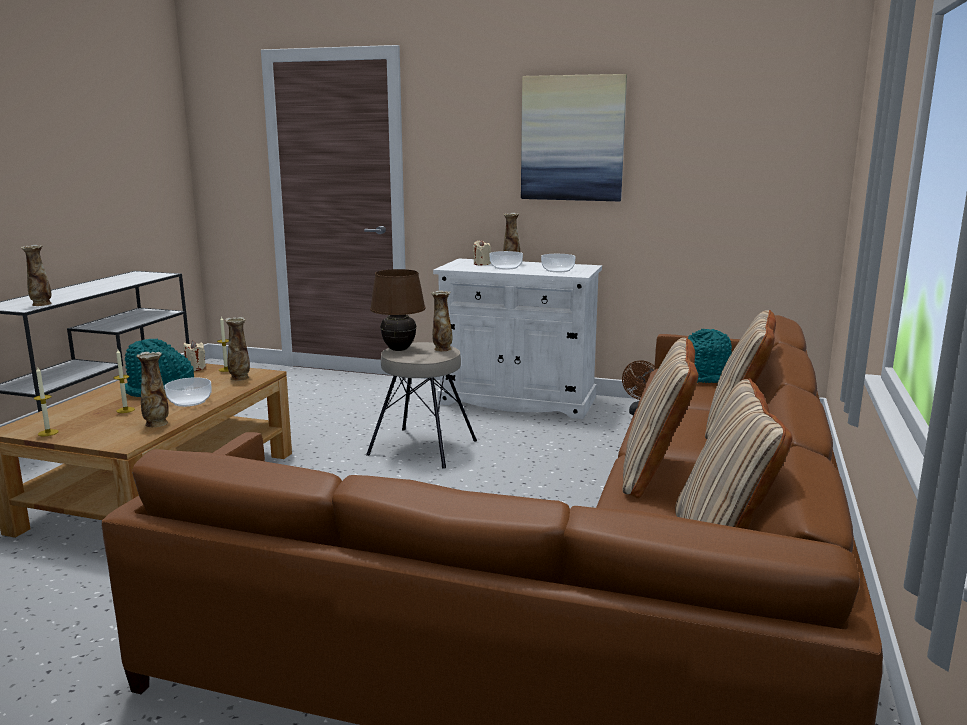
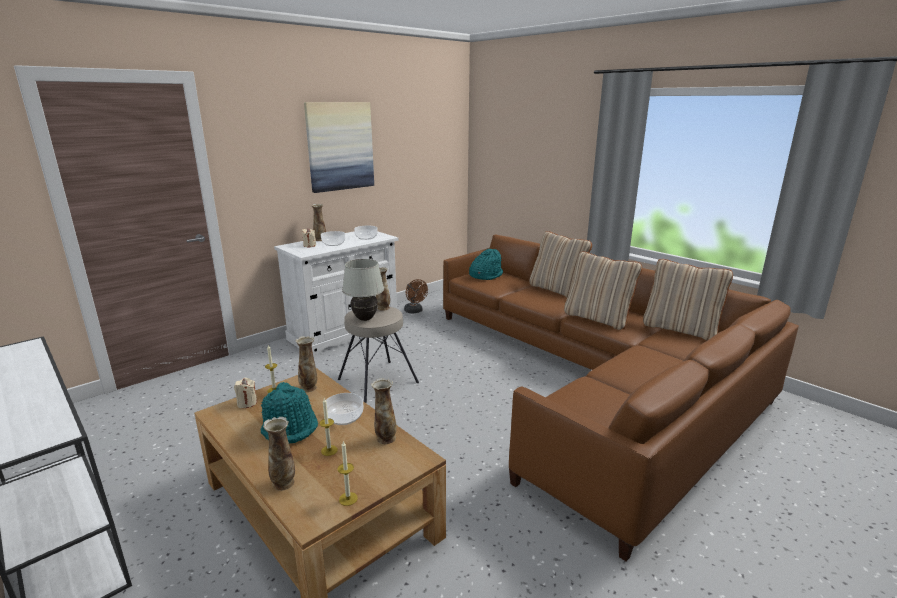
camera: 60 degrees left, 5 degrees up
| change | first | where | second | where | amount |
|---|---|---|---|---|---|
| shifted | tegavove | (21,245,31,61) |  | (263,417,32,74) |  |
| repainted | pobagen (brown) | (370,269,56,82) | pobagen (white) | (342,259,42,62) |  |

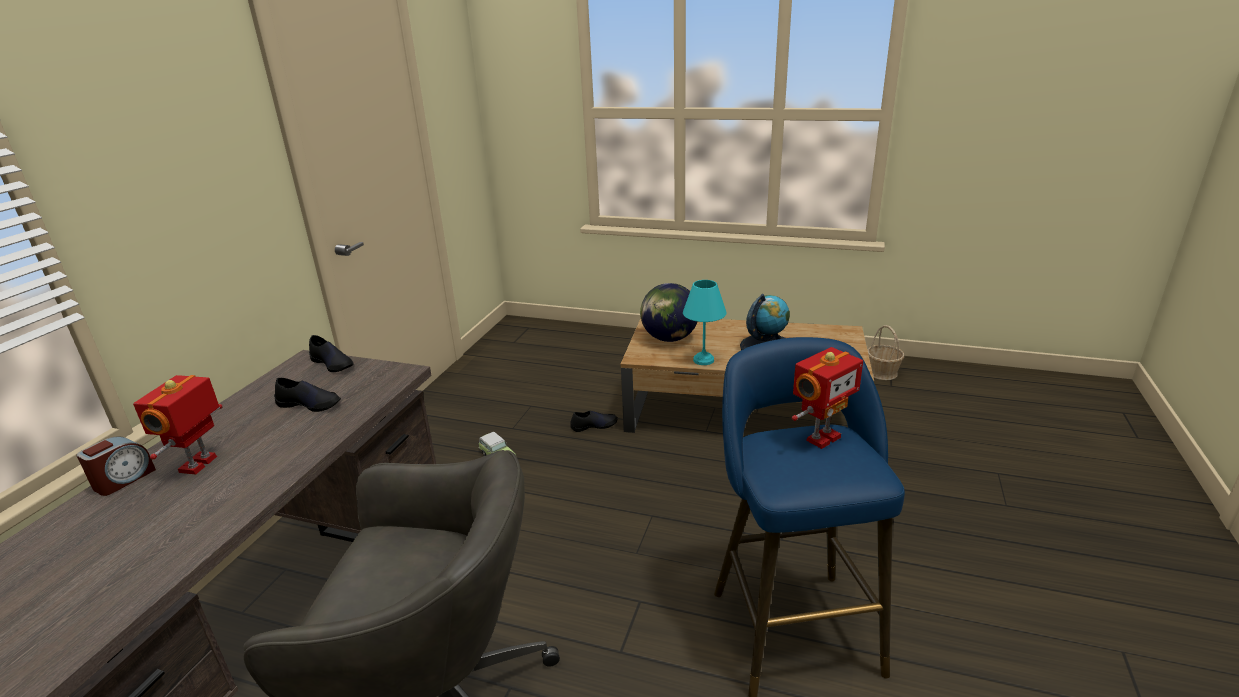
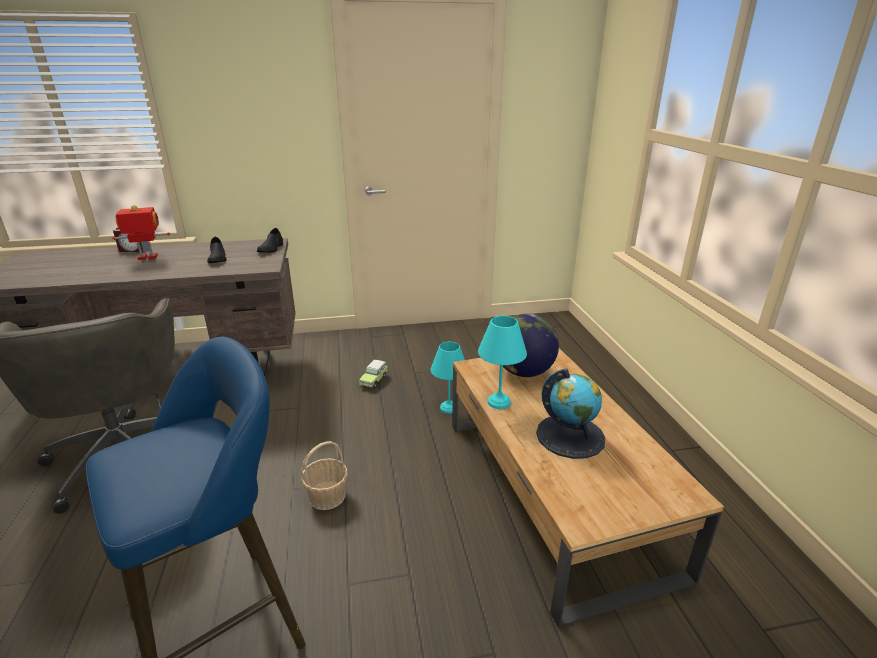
camera: 60 degrees right, 0 degrees up
| change | first | where | second | where | amount |
|---|---|---|---|---|---|
| shifted | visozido | (867,325,37,55) |  | (301,441,47,69) |  |
| swapped | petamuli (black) | (570,411,48,21) | pobagen (turquoise) | (430,342,35,72) |  |
| gone | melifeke | (792,347,71,102) |  |  |  |

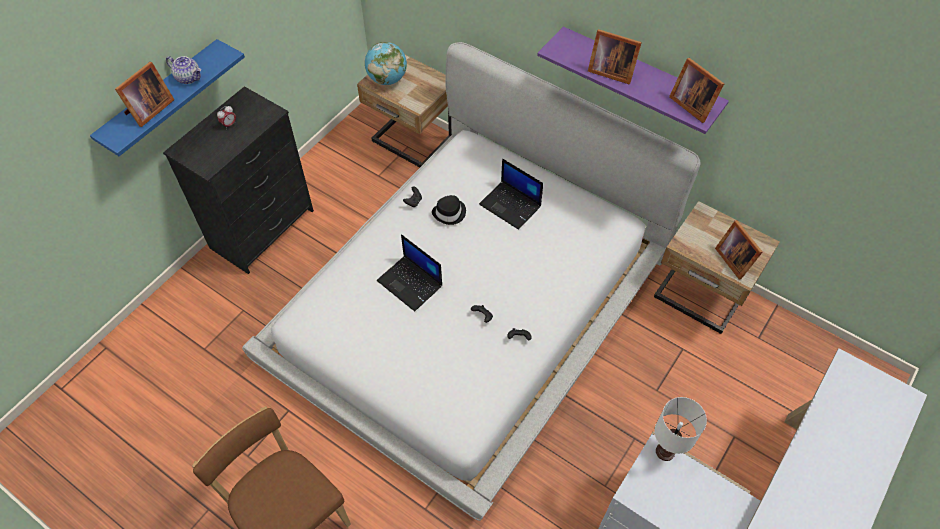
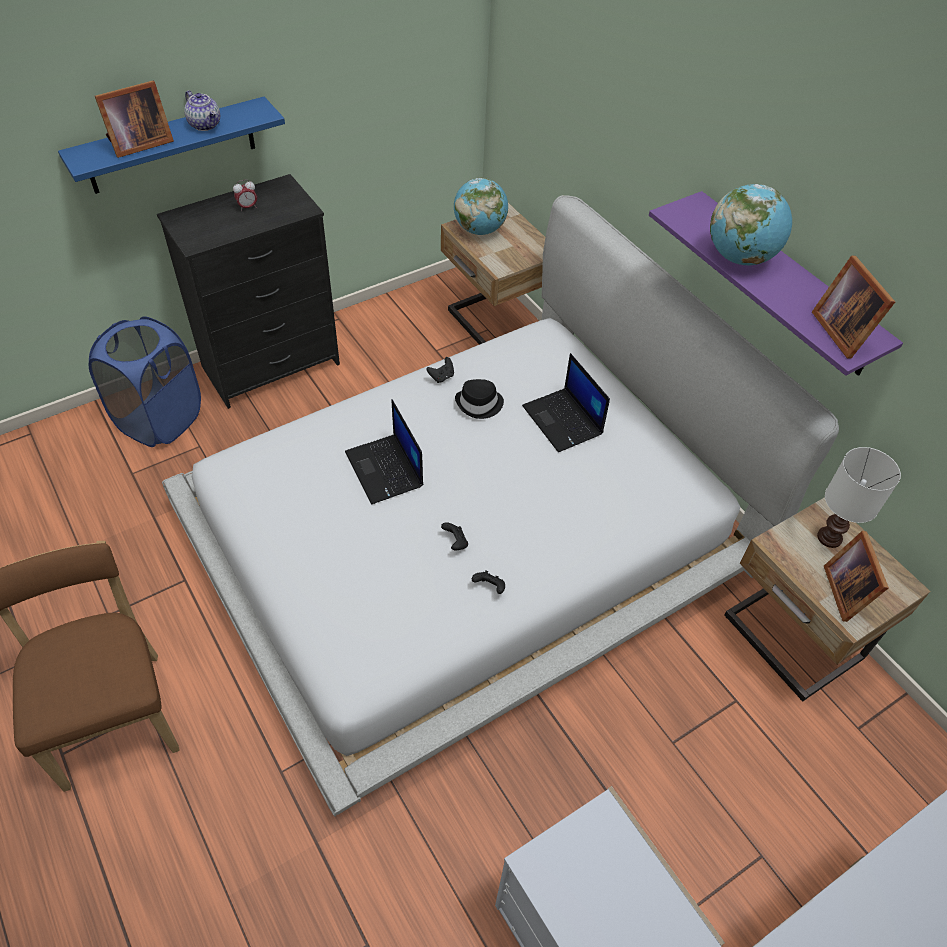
camera: 20 degrees right, 5 degrees down
| change | first | where | second | where | amount |
|---|---|---|---|---|---|
| new |  |  | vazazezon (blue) | (89,316,112,131) |  |
| swapped | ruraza | (588,29,54,55) | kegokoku | (710,184,82,81) |  |
| shifted | pobagen (white) | (654,397,53,64) |  | (817,447,84,101) |  |

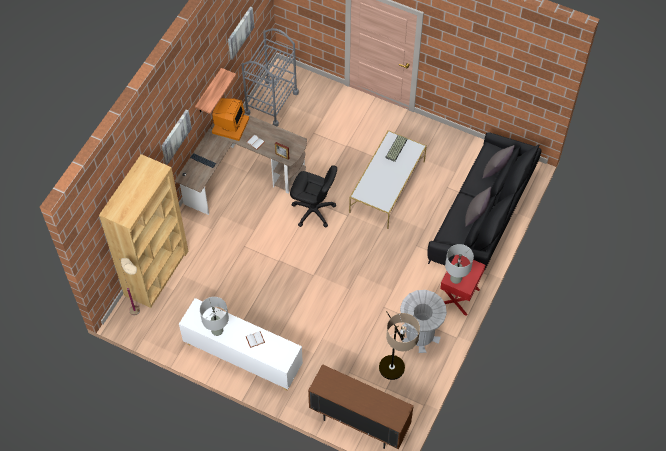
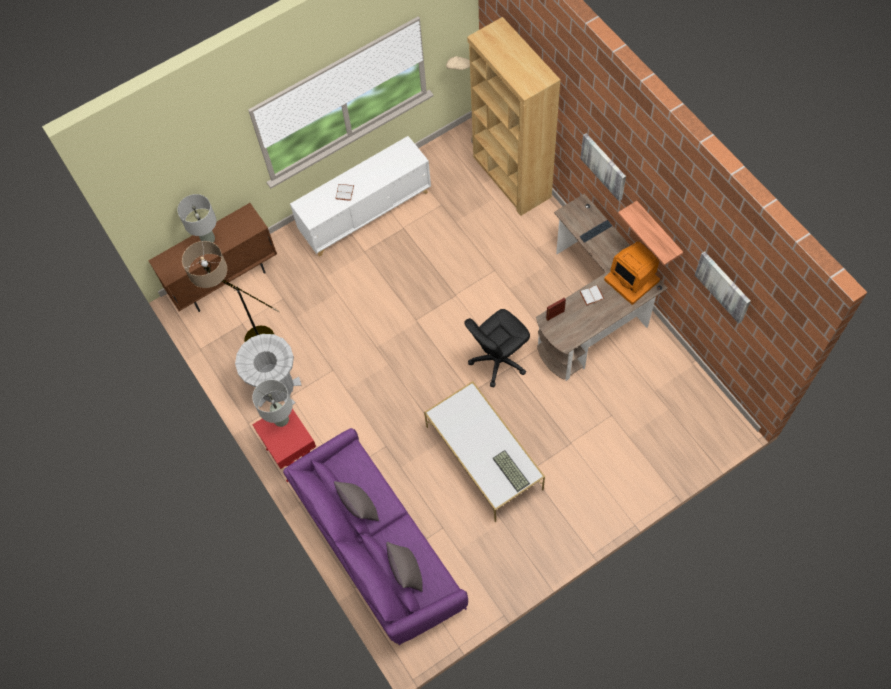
camera: 125 degrees right, 5 degrees up
| change | first | where | second | where | amount |
|---|---|---|---|---|---|
| shifted | pobagen (grey) | (200,297,29,39) |  | (177,194,40,49) |  |
| repainted | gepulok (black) | (427,132,115,139) | gepulok (purple) | (283,428,185,217) |  |
| gone | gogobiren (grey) | (242,28,57,99) |  |  |  |

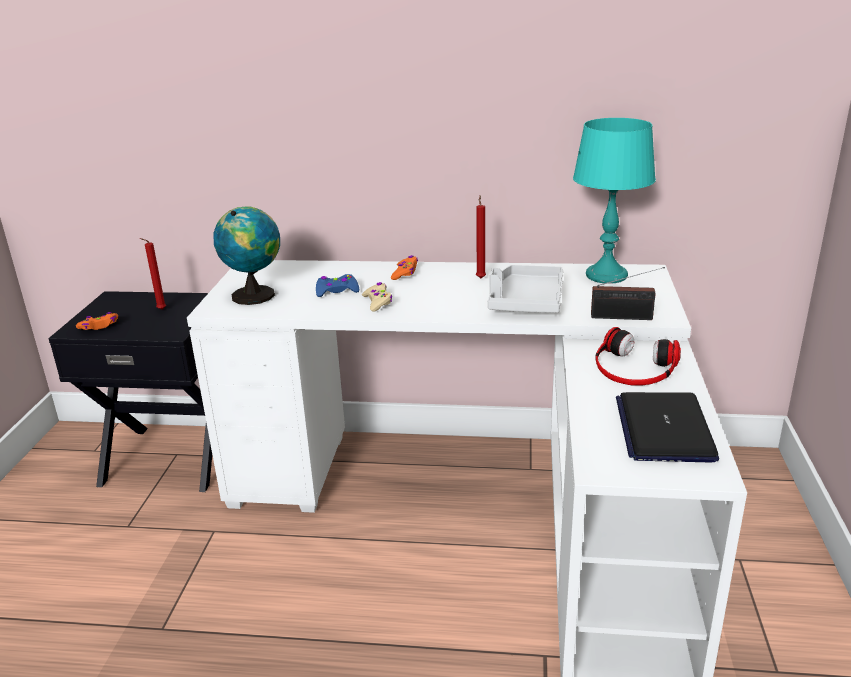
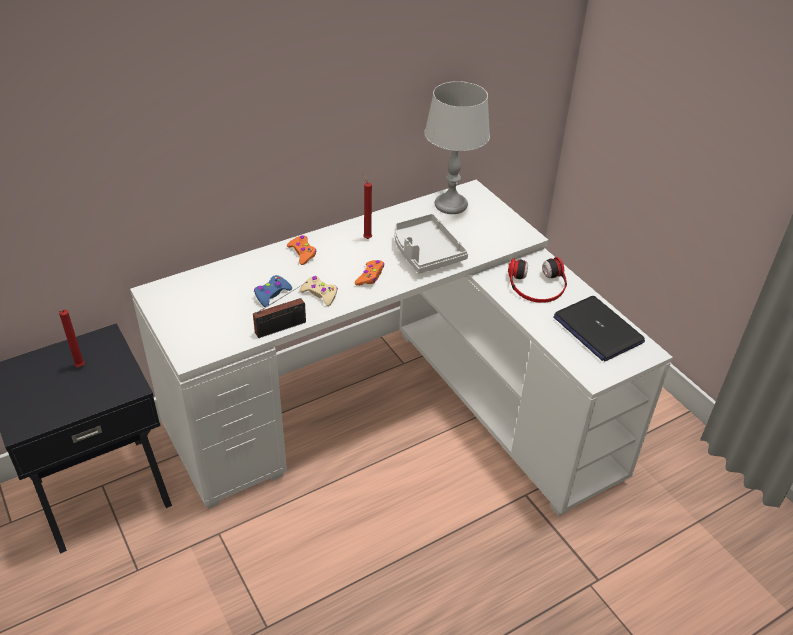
camera: 40 degrees left, 15 degrees up
| change | first | where | second | where | amount |
|---|---|---|---|---|---|
| shifted | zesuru | (591,267,74,53) |  | (253,282,54,56) |  |
| shifted | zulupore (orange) | (76,312,42,18) |  | (355,260,29,26) |  |
| repainted | pobagen (turquoise) | (573,118,83,166) | pobagen (grey) | (424,81,66,133) |  |
| gone | kegokoku | (213,206,67,99) |  |  |  |

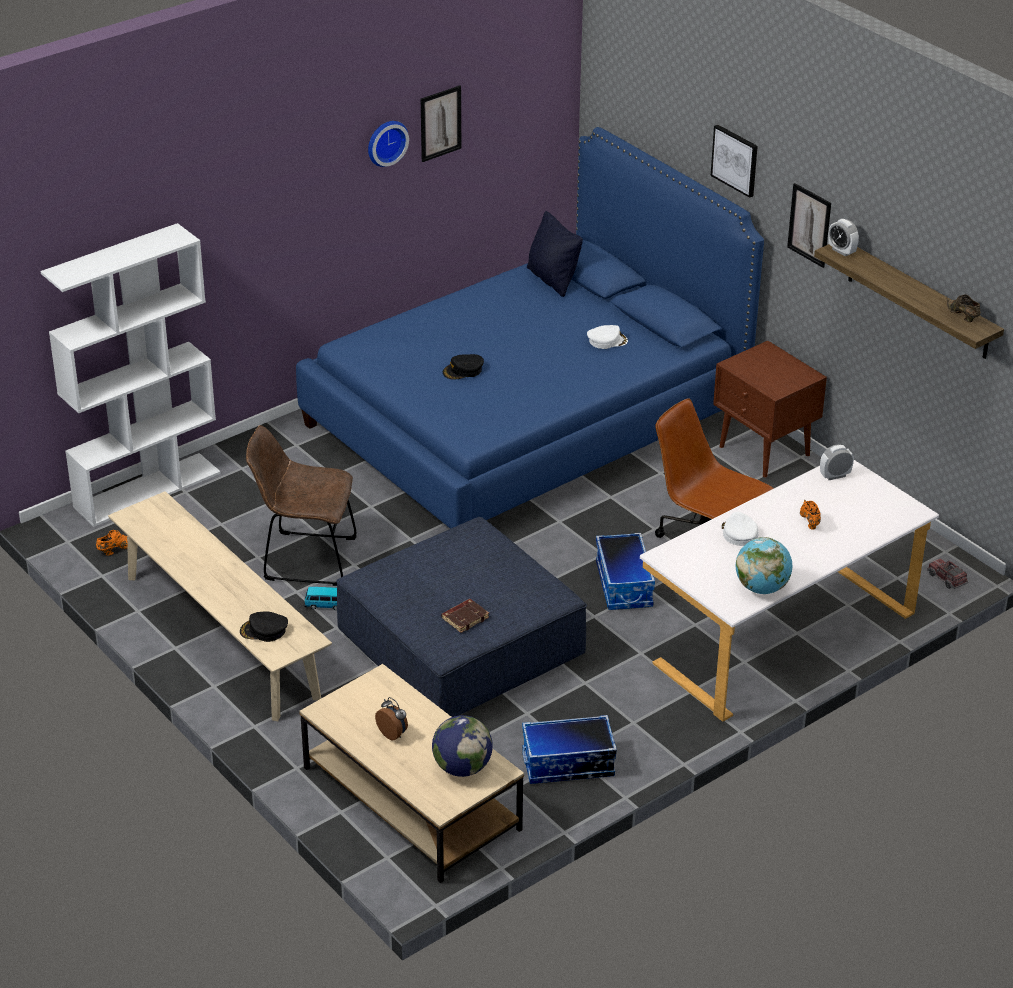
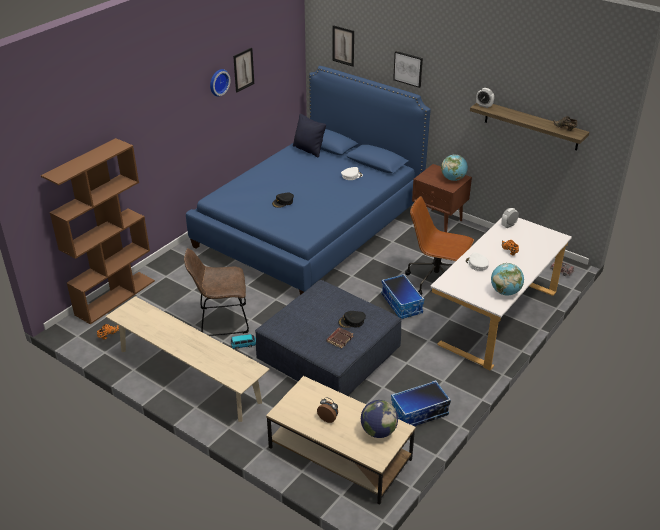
camera: 15 degrees left, 0 degrees up
| change | first | where | second | where | amount |
|---|---|---|---|---|---|
| repainted | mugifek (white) | (40,223,181,304) | mugifek (brown) | (41,138,114,186) |  |
| shifted | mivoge | (787,183,44,85) |  | (333,25,21,42) |  |
| shifted | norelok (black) | (240,611,48,31) |  | (338,311,28,17) |  |
| new |  |  | kegokoku | (441,154,27,27) |  |

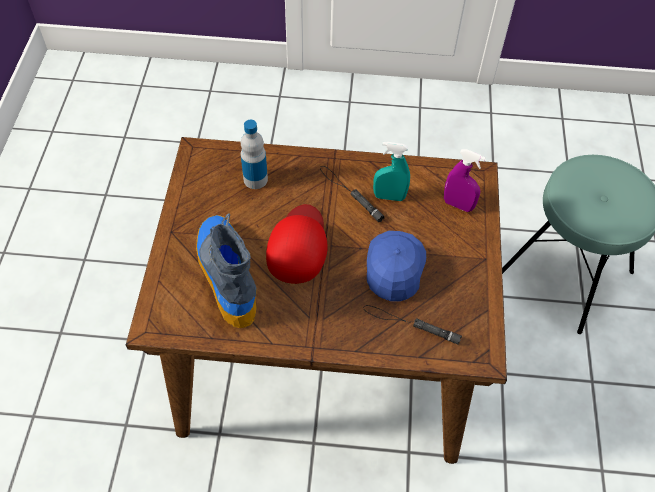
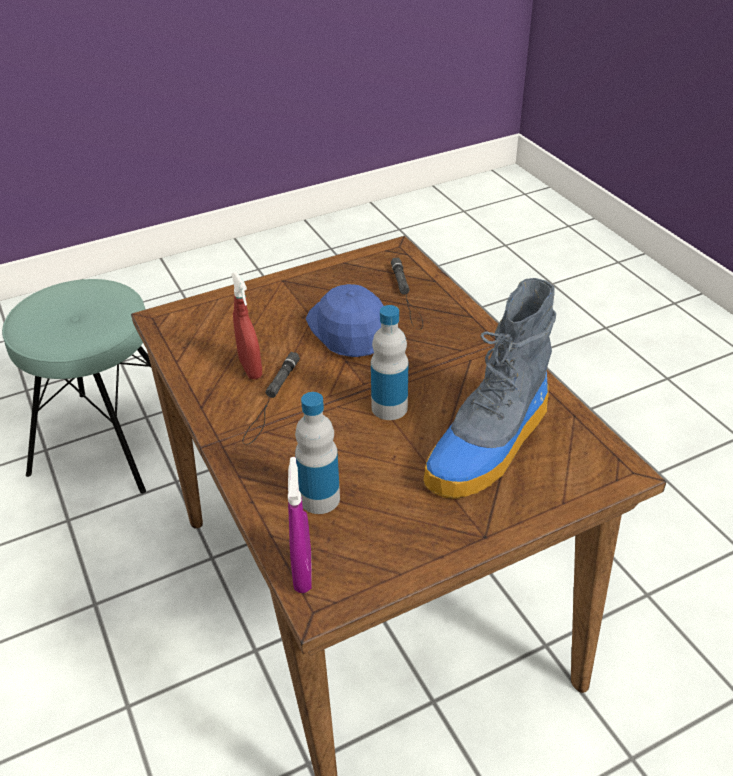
camera: 120 degrees left, 15 degrees down
| change | first | where | second | where | amount |
|---|---|---|---|---|---|
| repainted | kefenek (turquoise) | (373,142,37,59) | kefenek (red) | (231,272,31,107) |  |
| shifted | kefenek (purple) | (444,149,42,63) |  | (288,457,24,136) |  |
| rotated | norelok (blue) | (367,231,59,70) |  | (306,284,78,73) | 90 degrees clockwise |
| swapped | norelok (red) | (266,204,62,80) | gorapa | (371,305,37,115) |  |

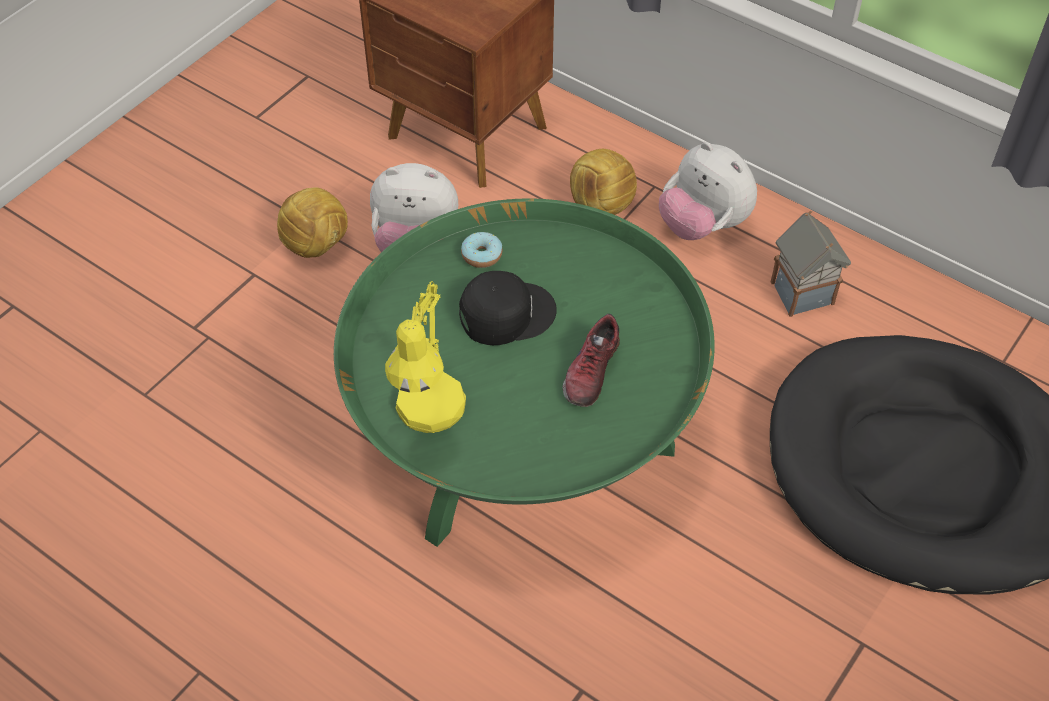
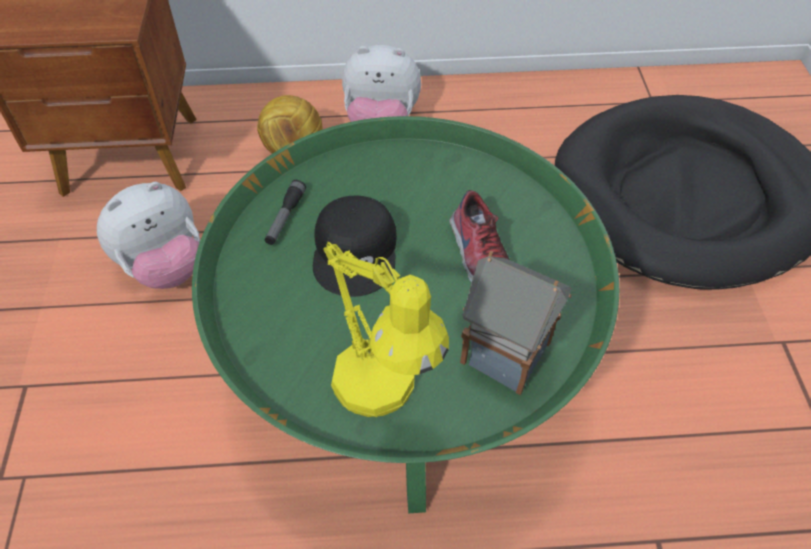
camera: 40 degrees left, 0 degrees up
| change | first | where | second | where | amount |
|---|---|---|---|---|---|
| swapped | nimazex | (461,232,41,36) | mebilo | (265,180,41,65) |  |
| rotated | norelok (black) | (459,271,98,74) |  | (313,196,84,101) | 150 degrees clockwise |
| shifted | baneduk | (771,210,80,107) |  | (460,251,112,144) |  |
| gone | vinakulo | (277,188,71,70) |  |  |  |

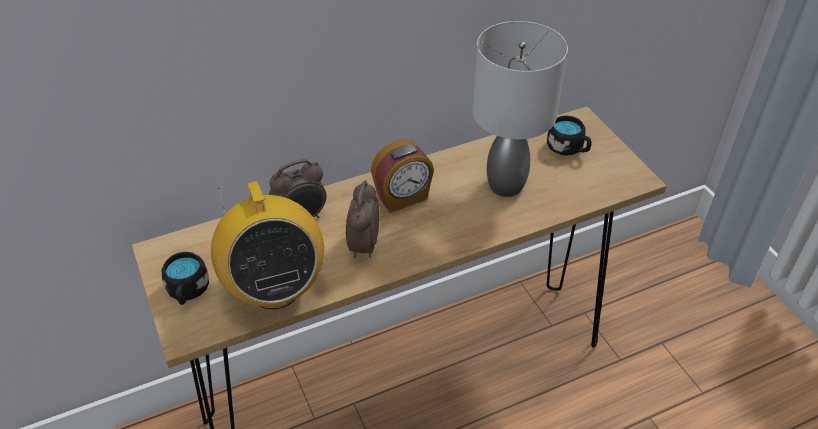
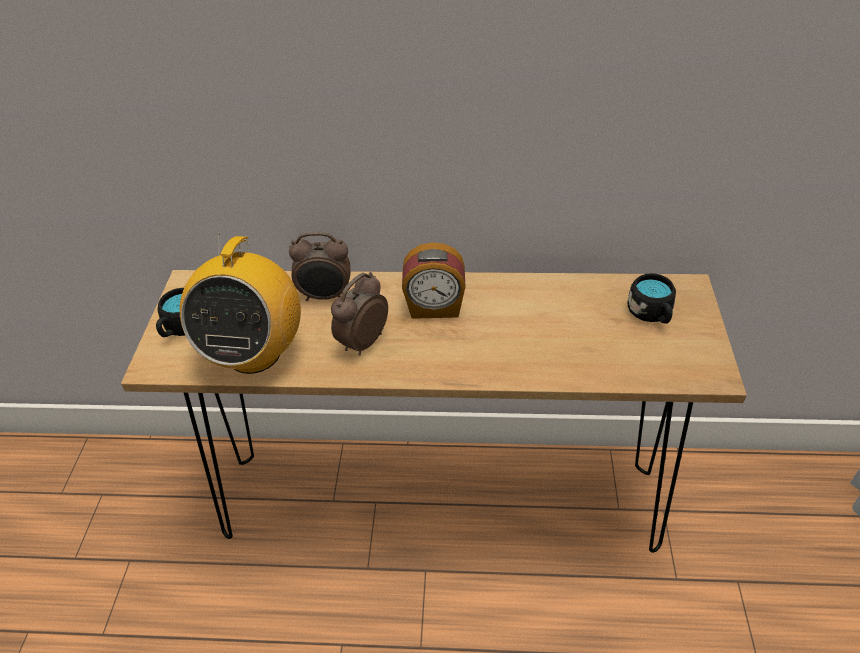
camera: 30 degrees right, 0 degrees up
| change | first | where | second | where | amount |
|---|---|---|---|---|---|
| gone | pobagen (grey) | (473,21,95,176) |  |  |  |

